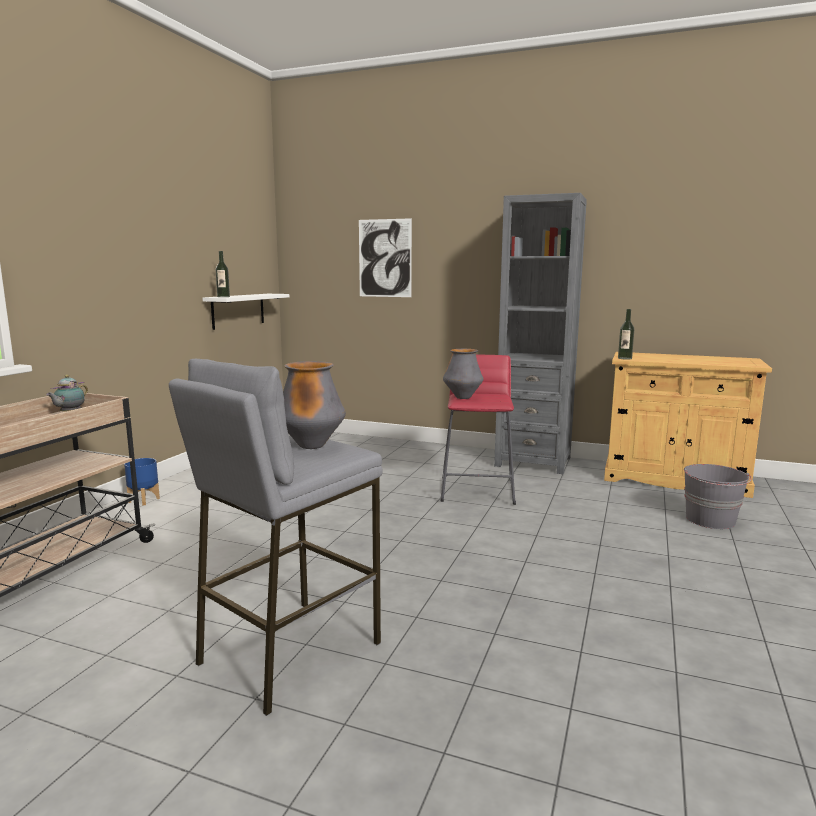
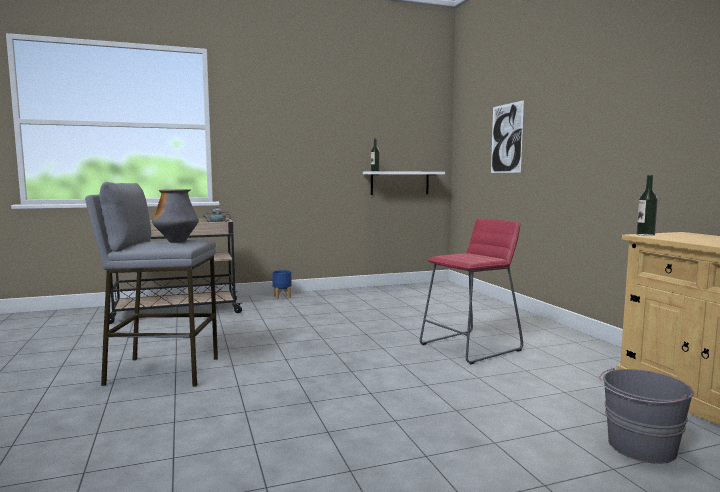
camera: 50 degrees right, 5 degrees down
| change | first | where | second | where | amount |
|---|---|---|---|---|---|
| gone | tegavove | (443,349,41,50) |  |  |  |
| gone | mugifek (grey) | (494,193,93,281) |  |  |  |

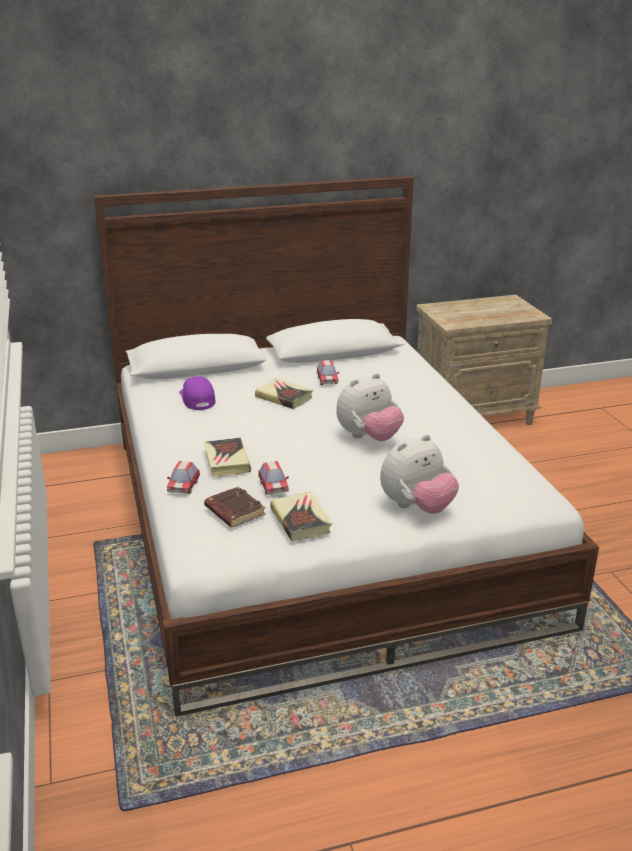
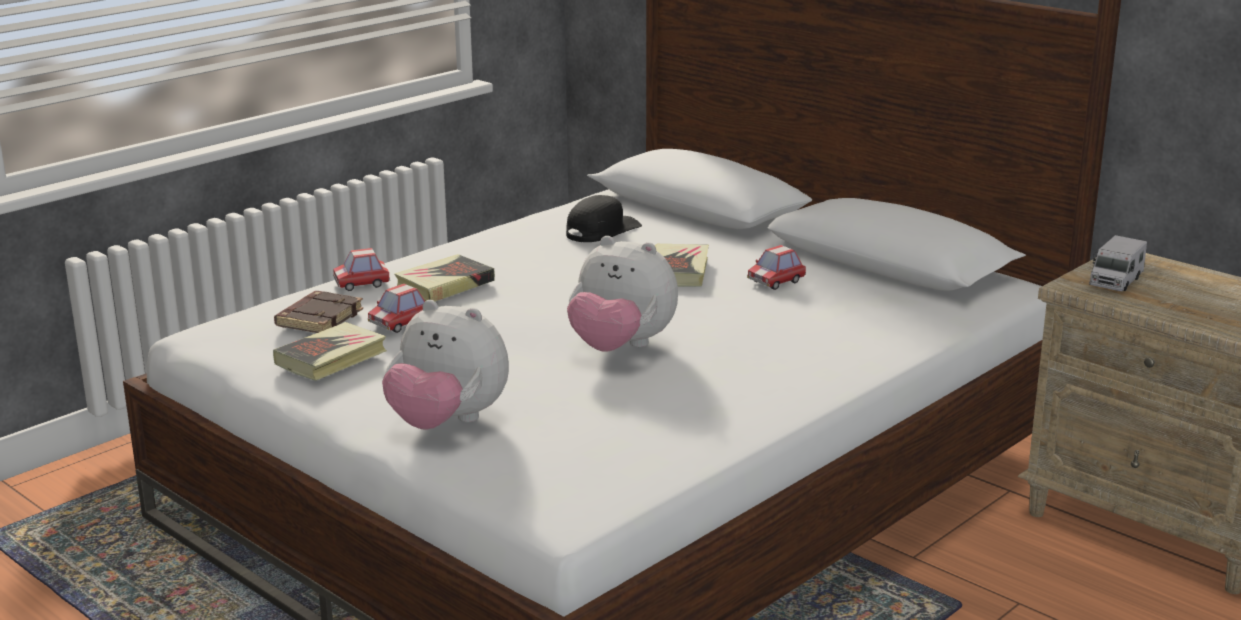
camera: 60 degrees right, 5 degrees down
| change | first | where | second | where | amount |
|---|---|---|---|---|---|
| repainted | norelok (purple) | (179,376,36,34) | norelok (black) | (566,195,76,47) |  |
| new |  |  | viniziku | (1089,235,58,56) |  |

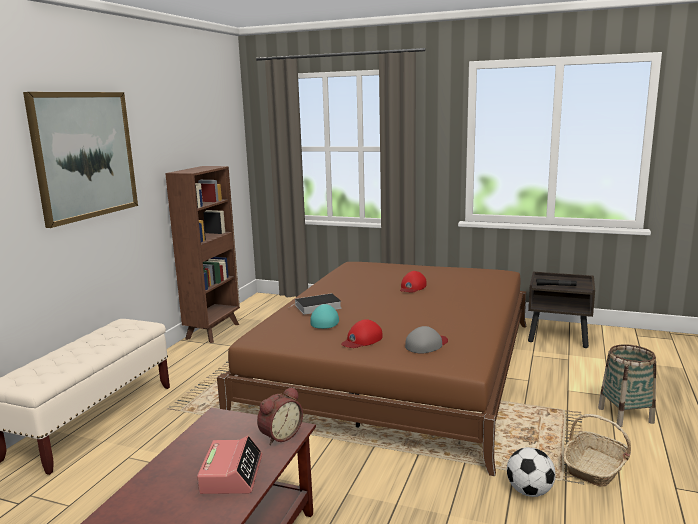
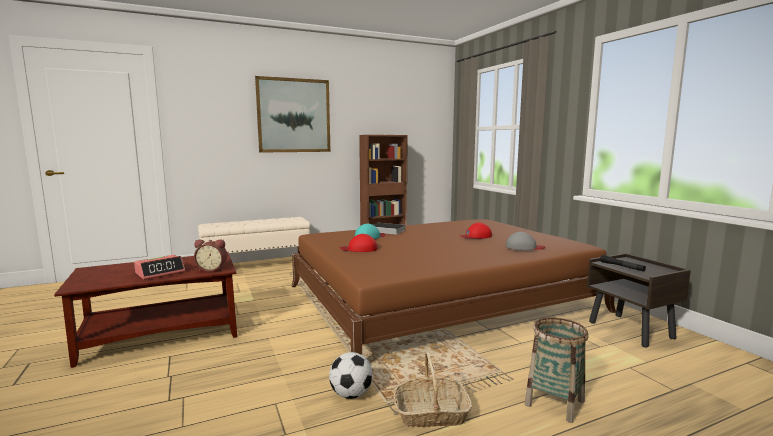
camera: 45 degrees right, 5 degrees down
| change | first | where | second | where | amount |
|---|---|---|---|---|---|
| shifted | norelok (grey) | (405,326,43,27) |  | (506,232,39,18) |  |

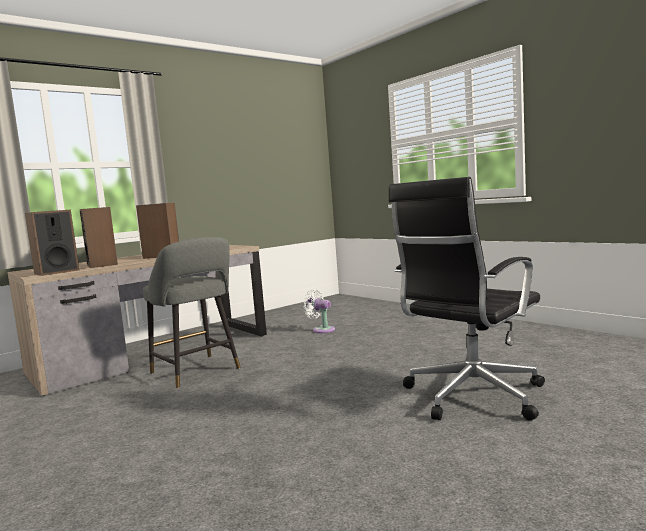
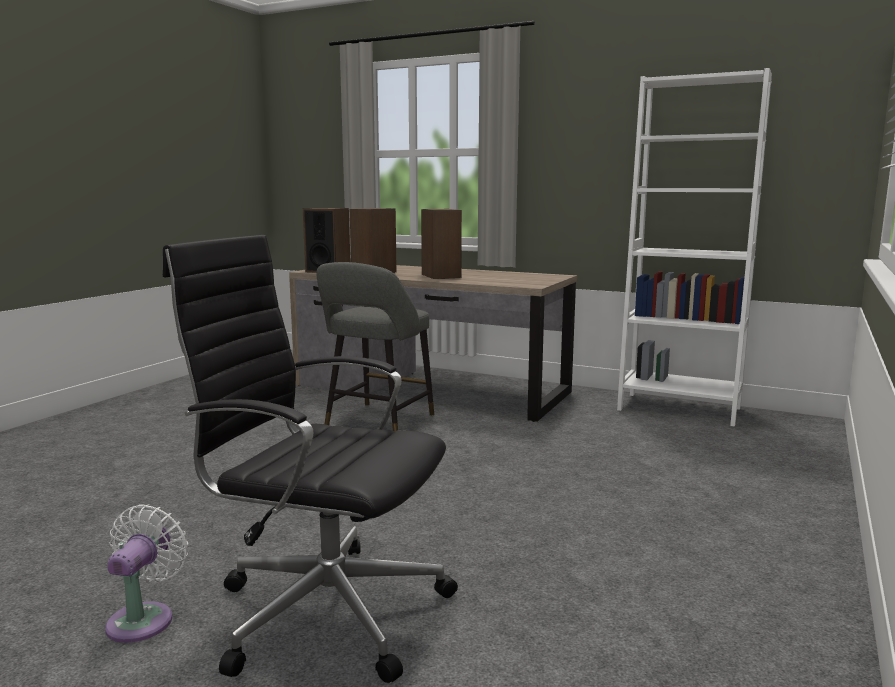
camera: 65 degrees right, 5 degrees up
| change | first | where | second | where | amount |
|---|---|---|---|---|---|
| shifted | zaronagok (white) | (303,289,32,44) |  | (105,505,83,138) |  |
| new |  |  | mugifek (white) | (617,68,155,359) |  |

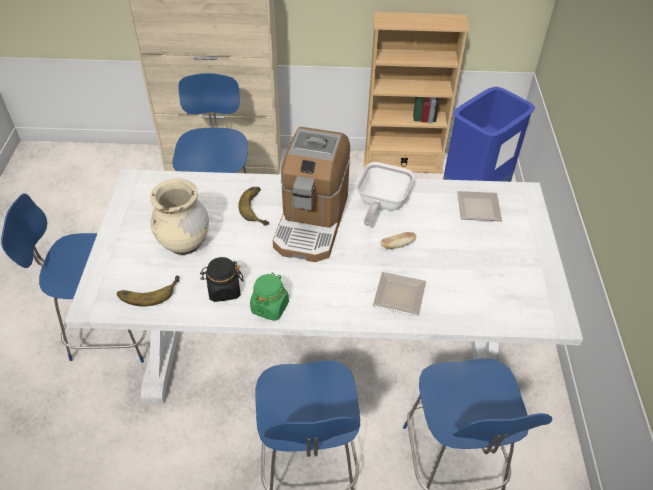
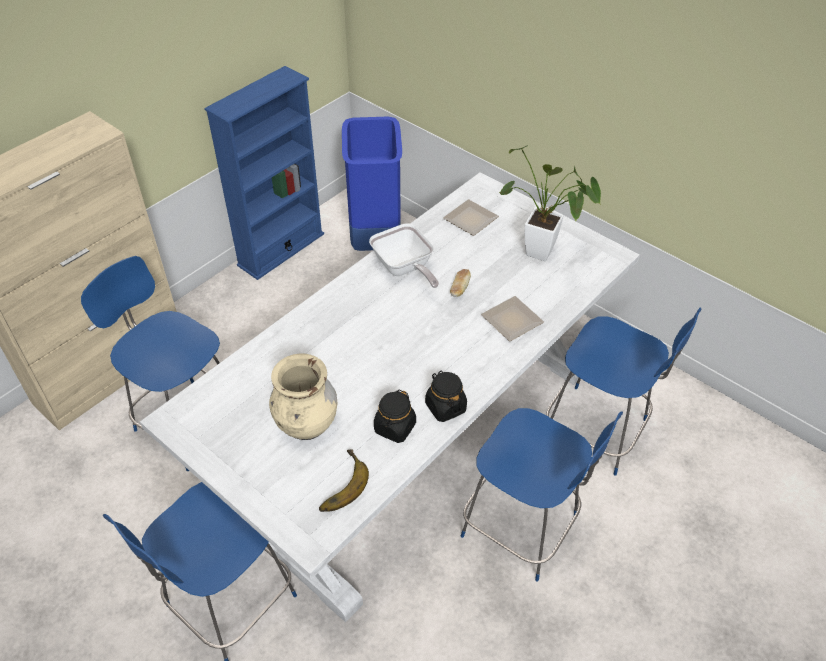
camera: 50 degrees left, 0 degrees up
| change | first | where | second | where | amount |
|---|---|---|---|---|---|
| repainted | mugifek (beige) | (364,12,106,161) | mugifek (blue) | (204,66,120,214) |  |
| repainted | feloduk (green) | (250,272,39,49) | feloduk (black) | (425,371,42,51) |  |
| new |  |  | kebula | (499,146,102,115) |  |
| gone | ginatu | (238,187,31,39) |  |  |  |
| gone | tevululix | (273,127,77,135) |  |  |  |

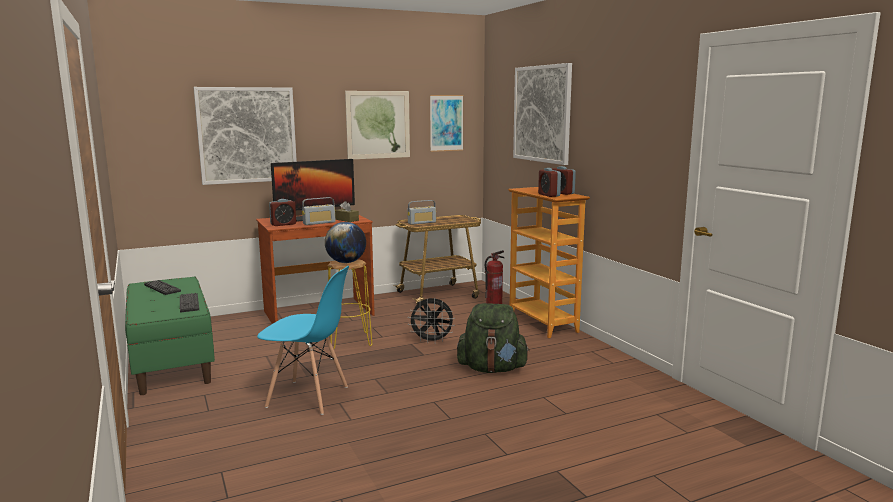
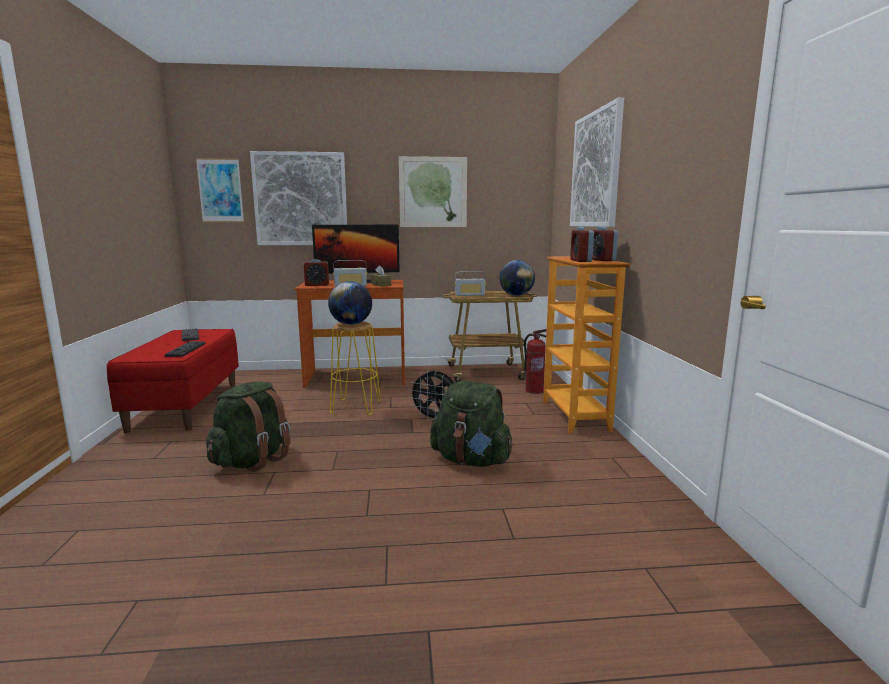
camera: 20 degrees right, 0 degrees up
| change | first | where | second | where | amount |
|---|---|---|---|---|---|
| repainted | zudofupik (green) | (125,277,90,118) | zudofupik (red) | (107,329,132,104) |  |
| shifted | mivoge | (430,95,33,57) |  | (196,158,48,64) |  |
| swapped | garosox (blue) | (257,266,92,149) | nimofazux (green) | (206,382,85,90) |  |
| new |  |  | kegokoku | (499,260,36,36) |  |

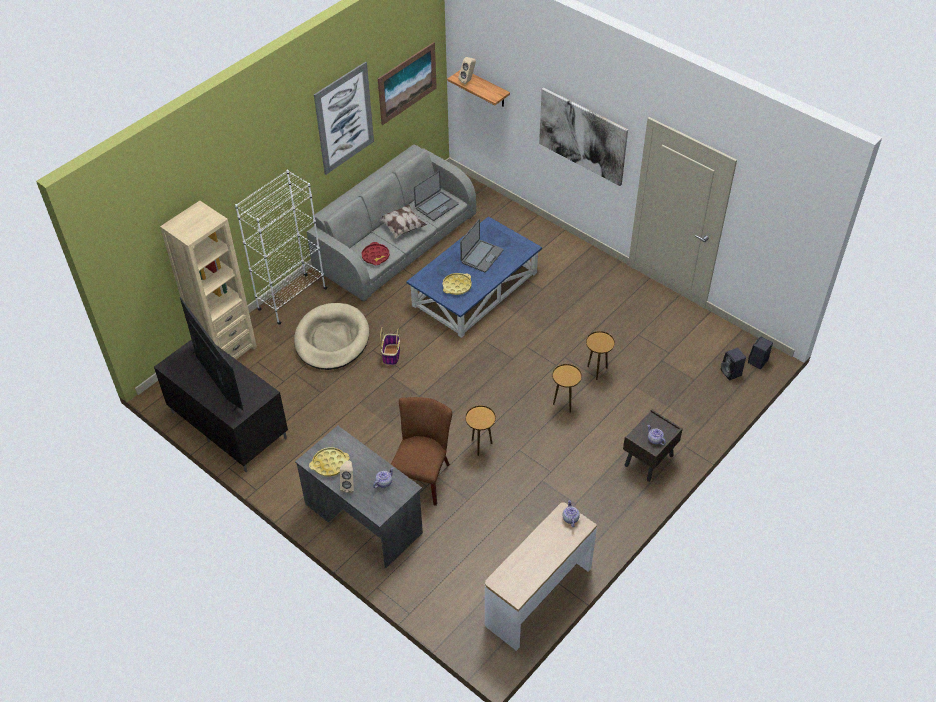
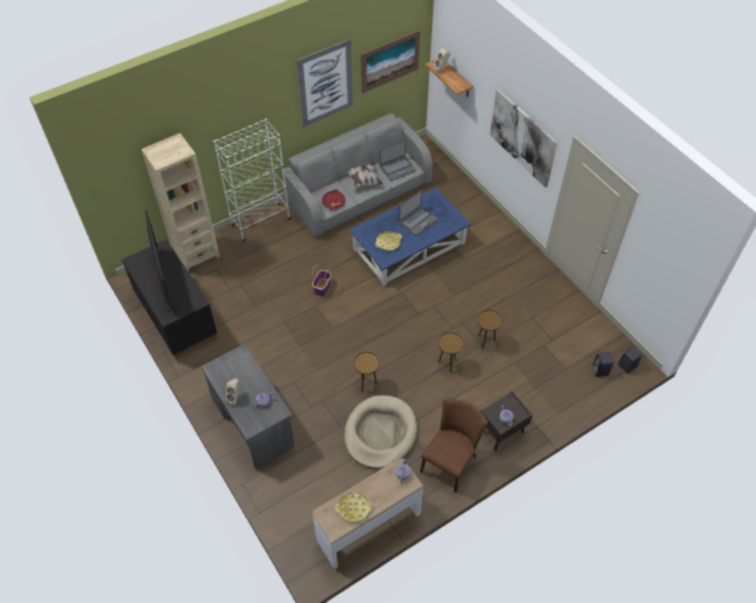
camera: 15 degrees right, 5 degrees up
| change | first | where | second | where | amount |
|---|---|---|---|---|---|
| shifted | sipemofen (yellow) | (309,447,41,30) |  | (335,492,38,31) |  |
| shifted | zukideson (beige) | (294,303,75,67) |  | (344,395,73,74) |  |
| shifted | garosox (brown) | (391,397,61,109) |  | (420,398,68,95) |  |

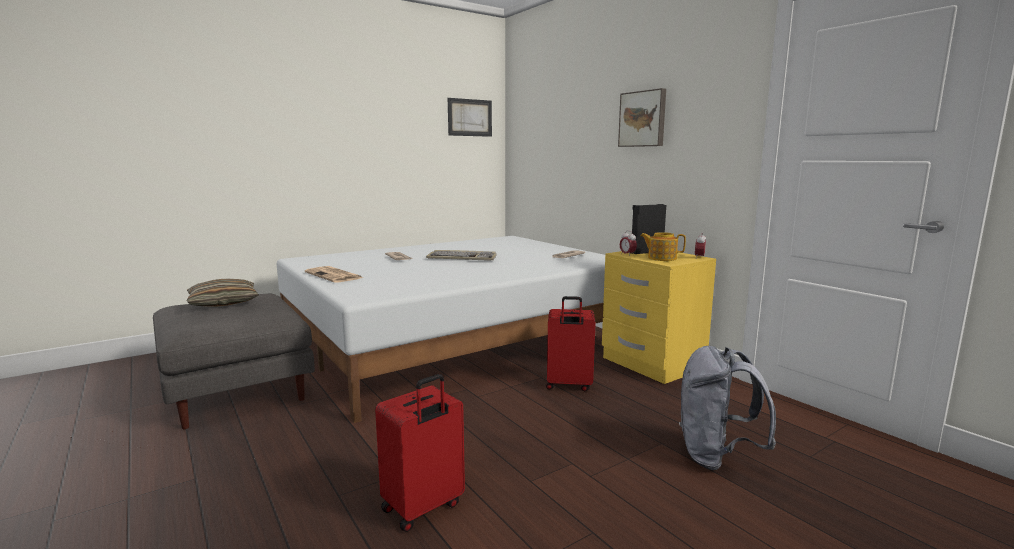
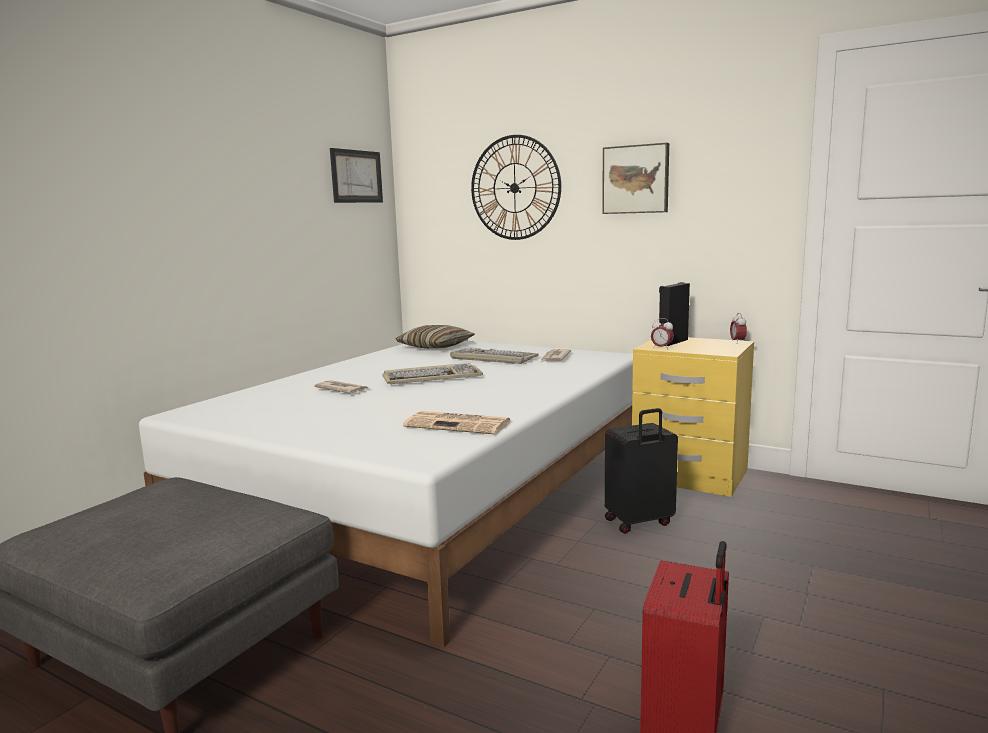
camera: 25 degrees left, 0 degrees up
| change | first | where | second | where | amount |
|---|---|---|---|---|---|
| shifted | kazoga | (186,279,73,28) |  | (395,325,80,24) |  |
| shifted | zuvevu | (305,266,57,17) |  | (403,411,107,23) |  |
| new |  |  | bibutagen | (450,348,89,16) |  |
| new |  |  | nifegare | (471,135,90,105) |  |
| repainted | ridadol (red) | (546,296,49,95) | ridadol (black) | (605,408,73,126) |  |
| gone | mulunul | (640,232,46,29) |  |  |  |
| gone | nimofazux (grey) | (679,346,97,124) |  |  |  |

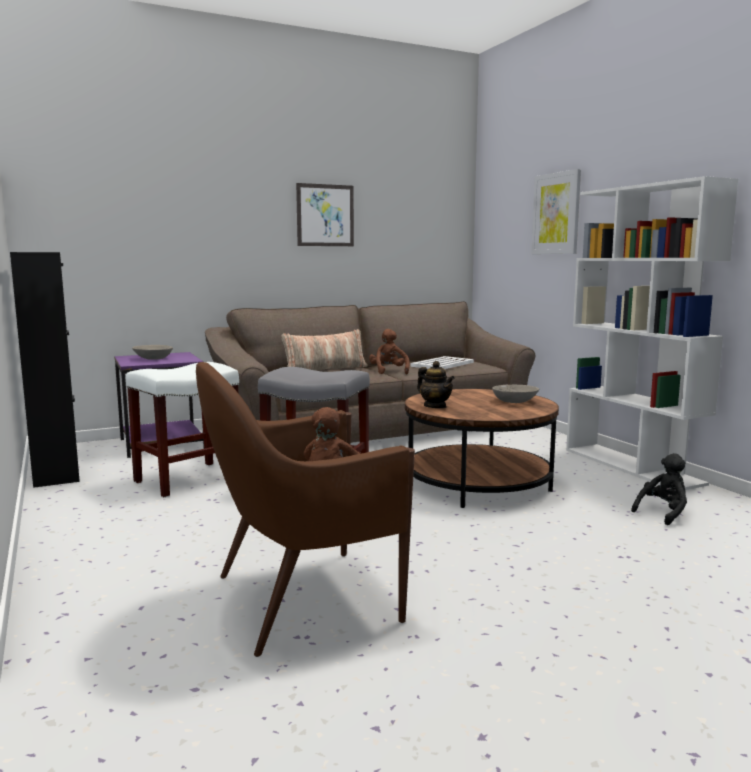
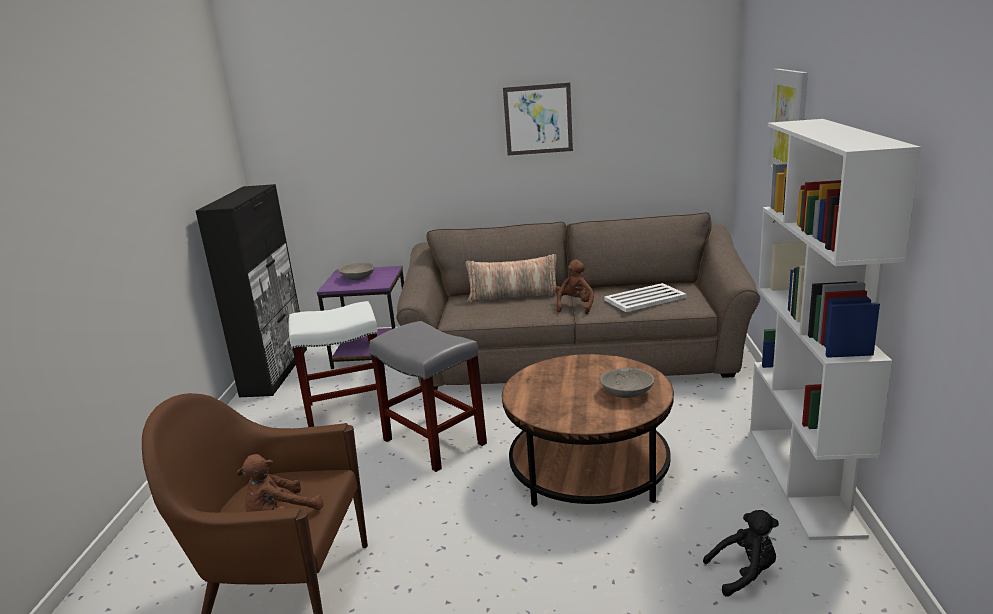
camera: 30 degrees right, 10 degrees up
| change | first | where | second | where | amount |
|---|---|---|---|---|---|
| gone | mulunul | (417,361,38,47) |  |  |  |

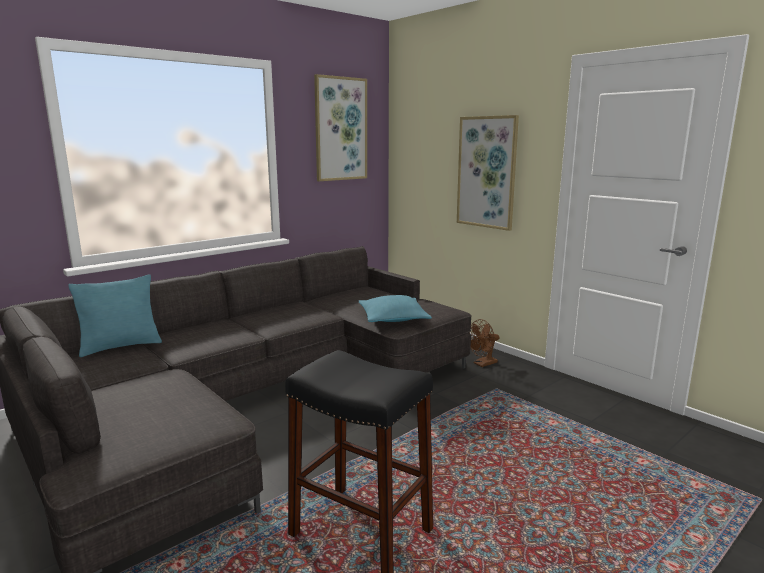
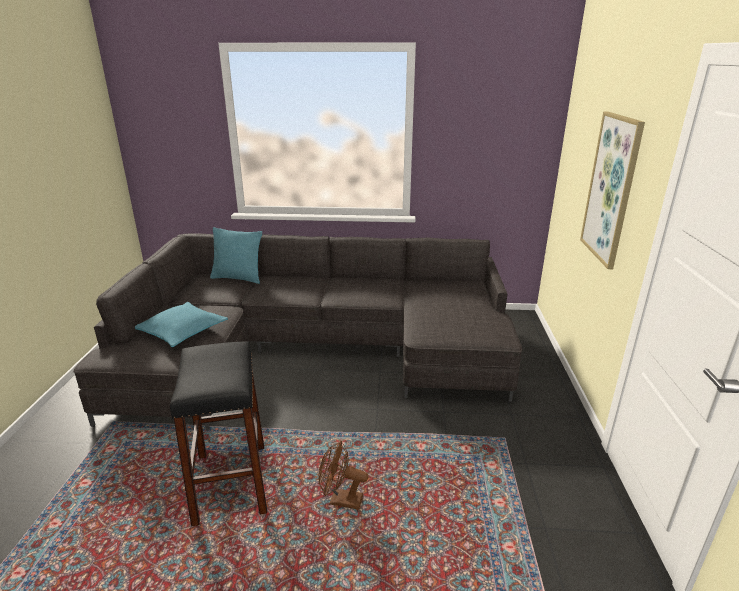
camera: 45 degrees right, 10 degrees up
| change | first | where | second | where | amount |
|---|---|---|---|---|---|
| shifted | kazoga (turquoise) | (359,295,73,27) |  | (135,302,93,45) |  |
| shifted | zaronagok (brown) | (470,319,29,48) |  | (318,441,50,69) |  |
| gone | mivoge | (314,74,53,107) |  |  |  |

